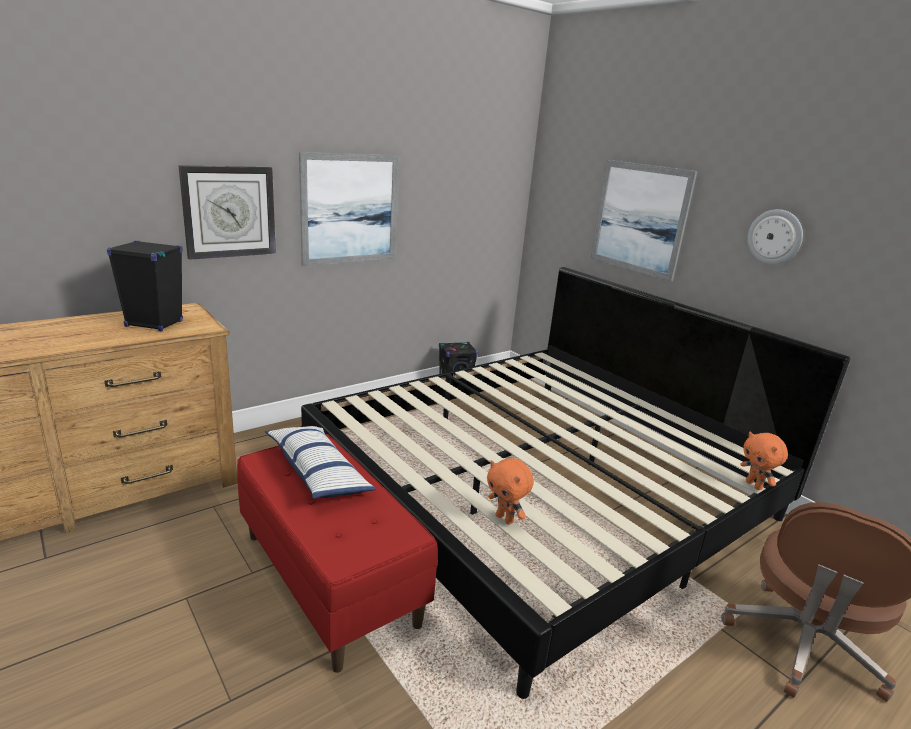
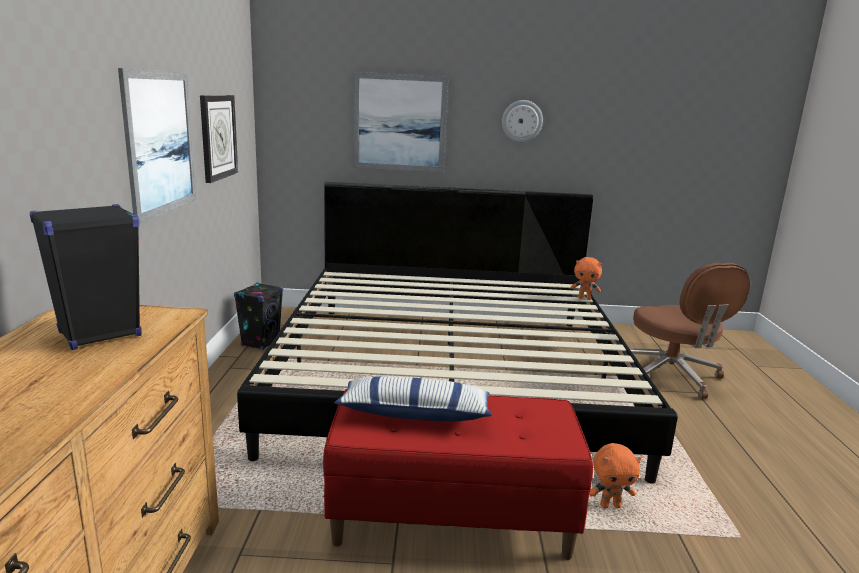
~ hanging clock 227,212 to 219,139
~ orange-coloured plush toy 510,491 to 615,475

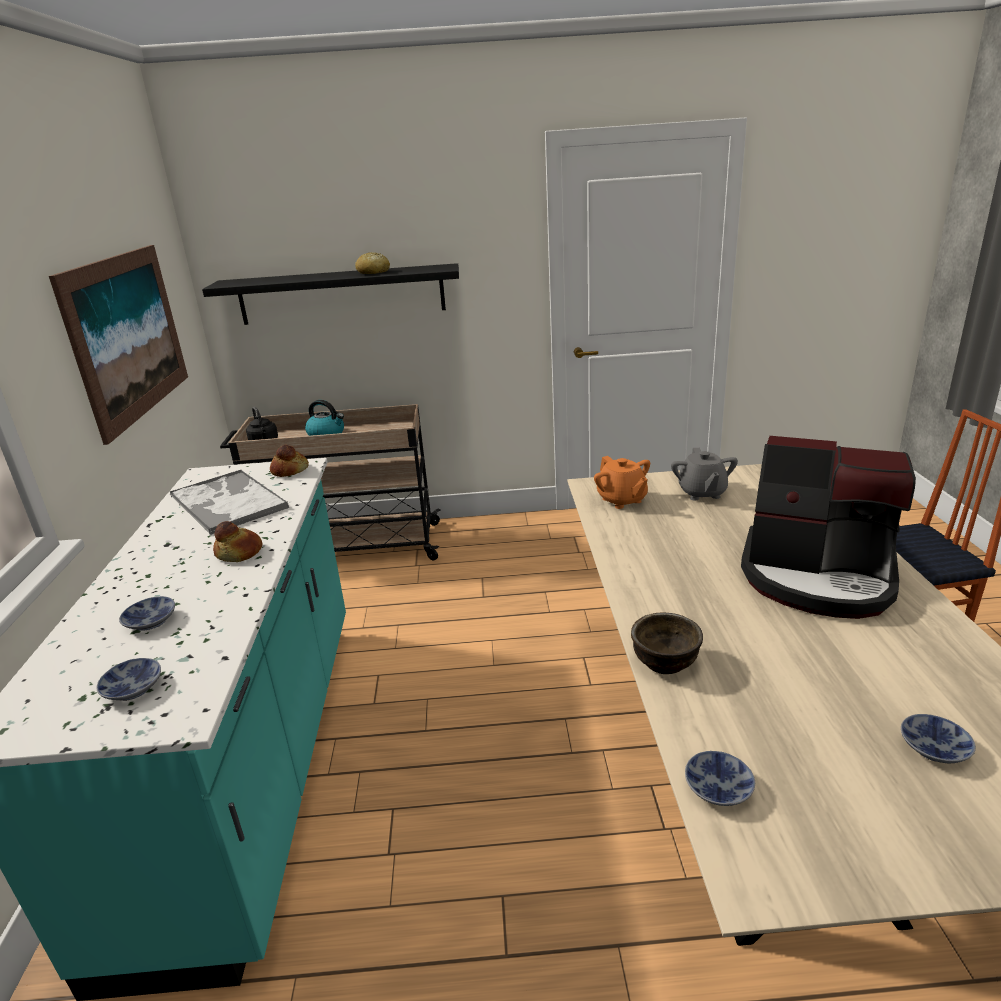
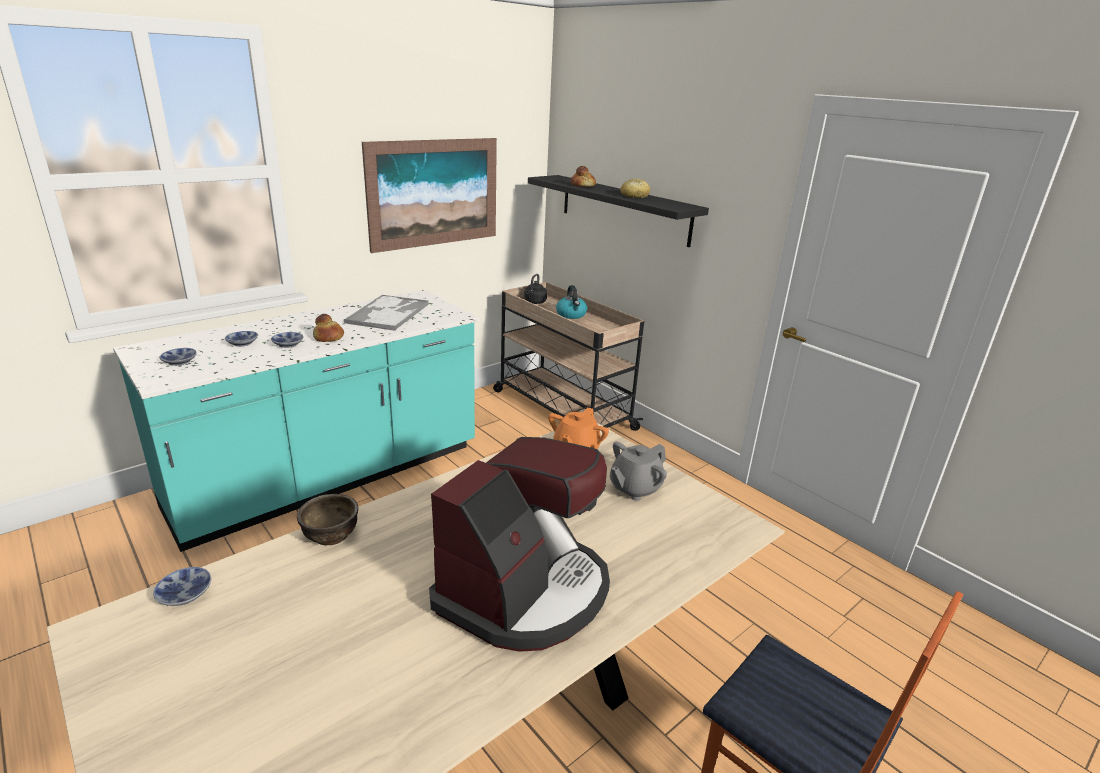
~ baked bread 289,461 to 583,176
~ coffee machine 828,527 = 519,544 135 degrees counterclockwise
~ deep dish 938,738 to 287,340

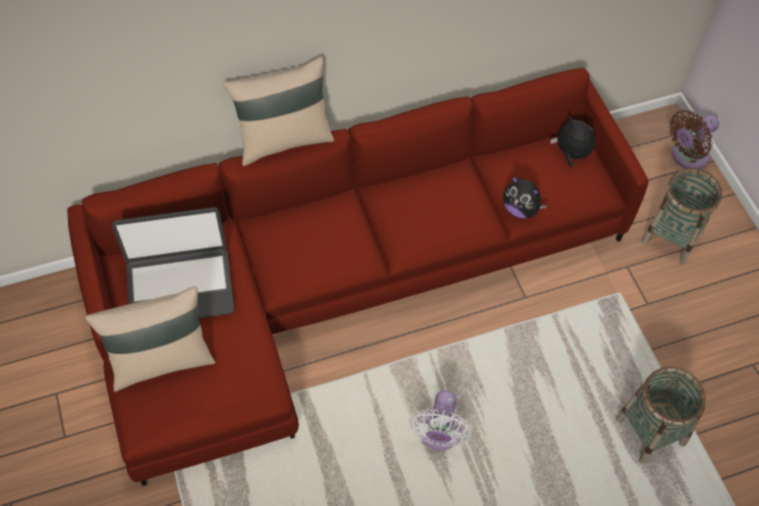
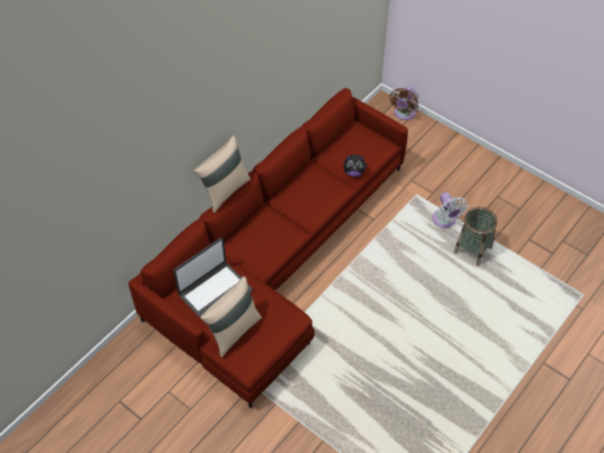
~ whitish cooling fan 440,420 to 450,210
- plush toy 573,141
- basket 682,216

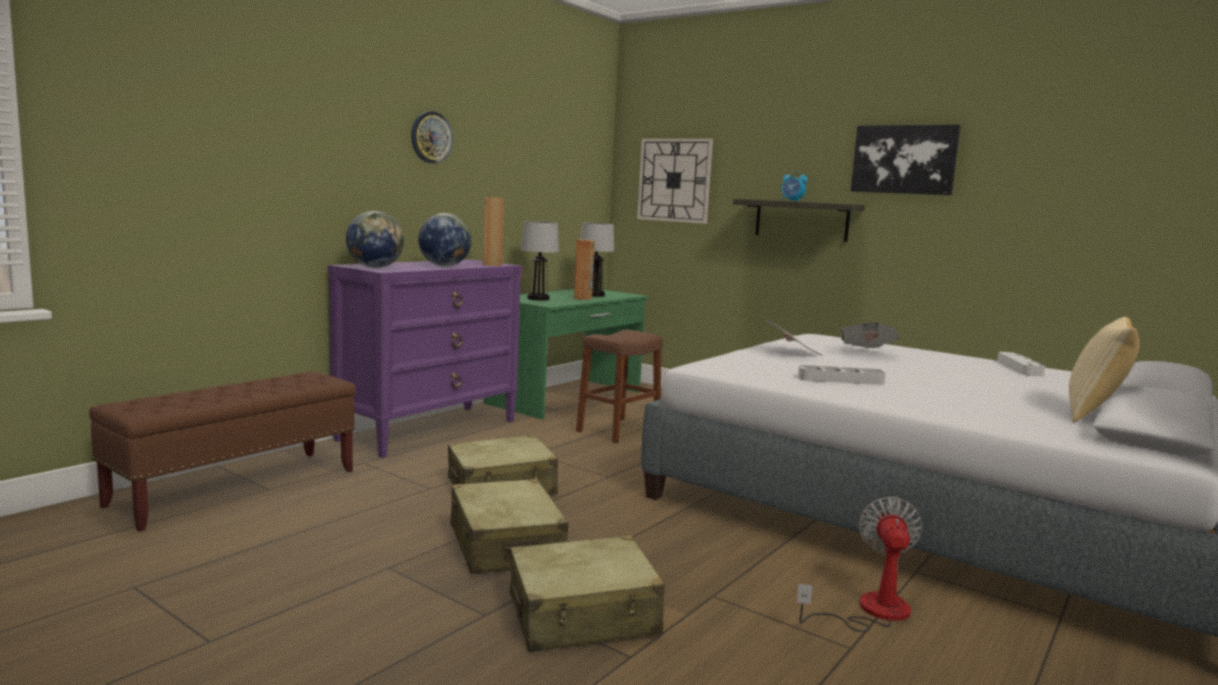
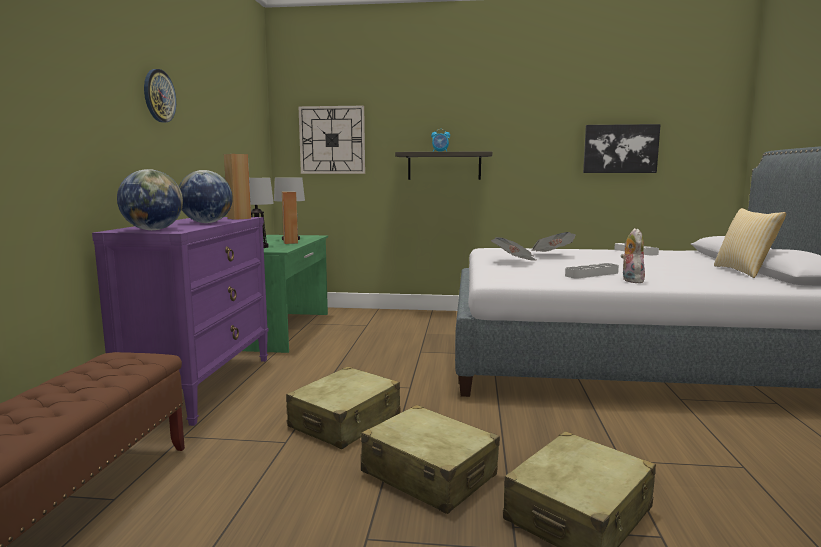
- brownish sitting stool 619,386
- cooling fan 860,564
~ wall picture 906,160 to 622,148
+ plush toy 633,255

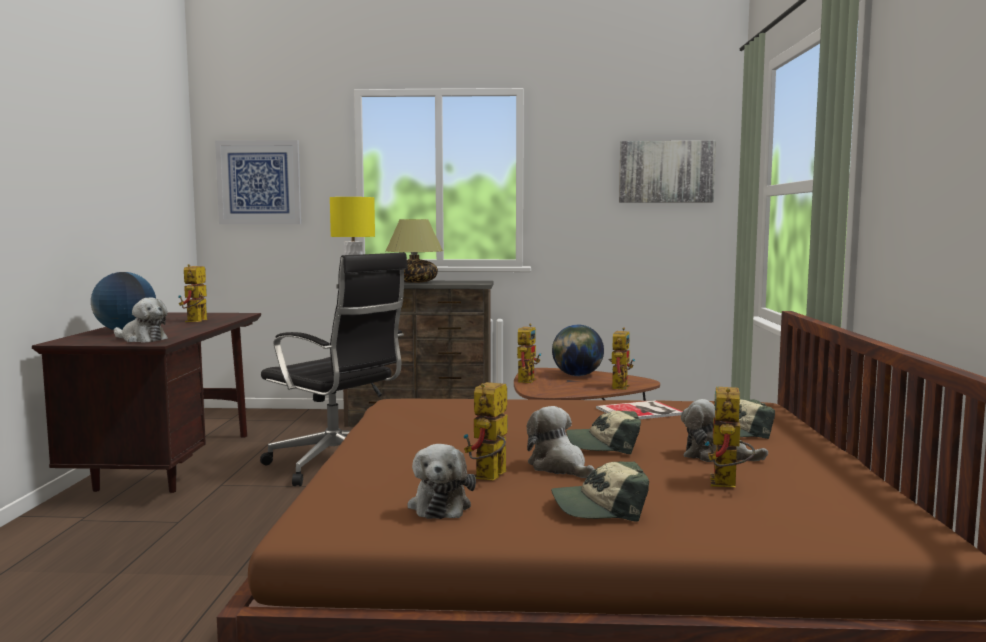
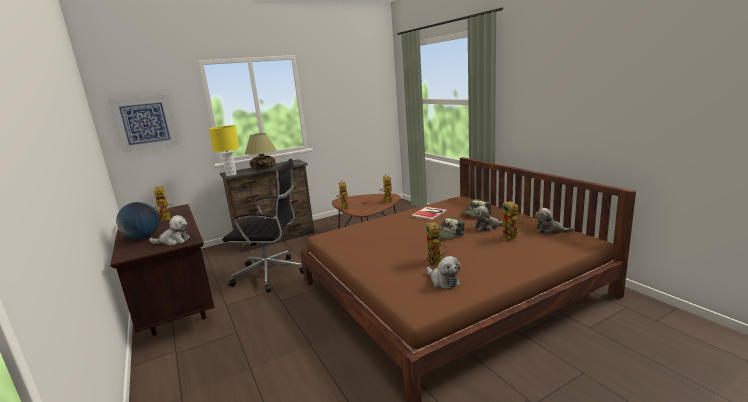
~ plush toy 560,442 to 554,221
- cap 600,491
- desk globe 578,350
- wall picture 667,172

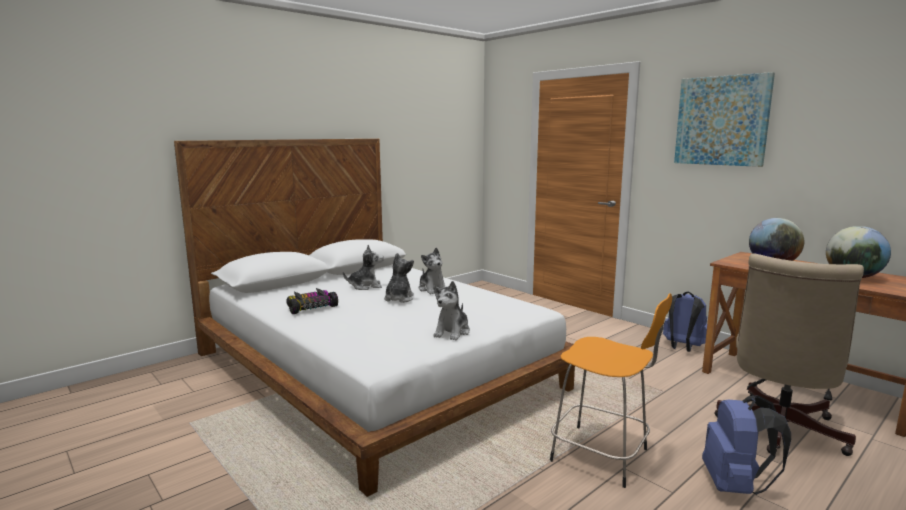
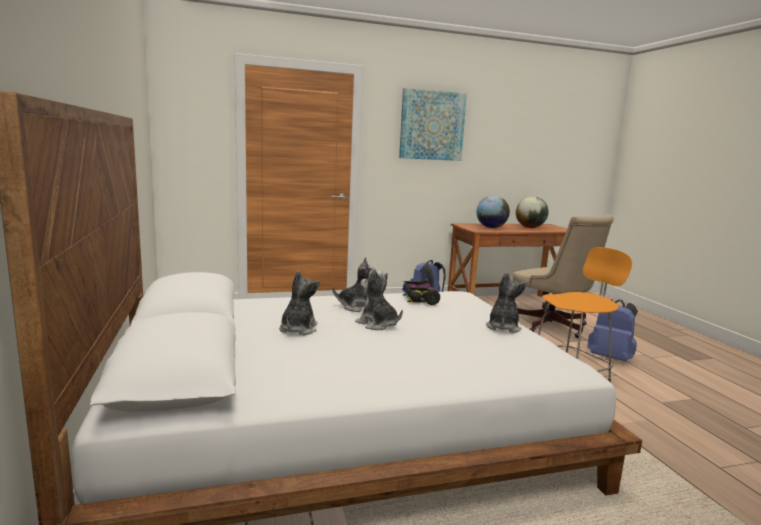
~ toy car 312,301 to 421,292
~ plush toy 451,310 = 506,302 120 degrees counterclockwise

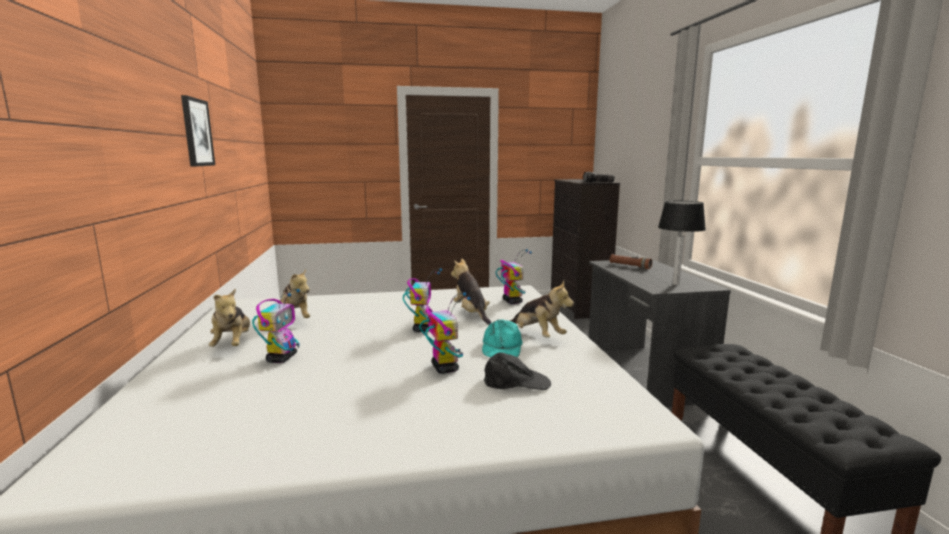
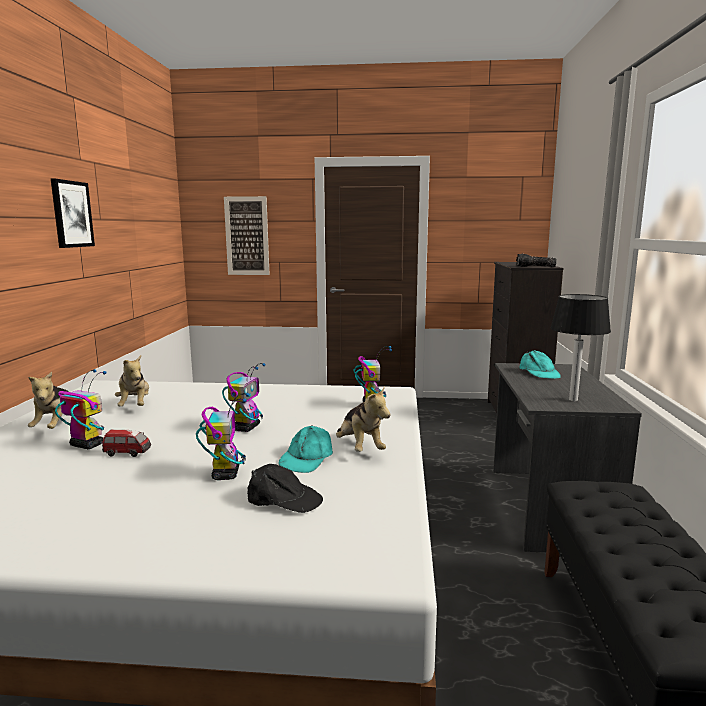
~ model robot 276,326 = 80,409 90 degrees counterclockwise
- plush toy 471,291
~ brownish hand torch 631,261 to blue-green cap 540,364
+ toy car 126,443
+ wall picture 247,235

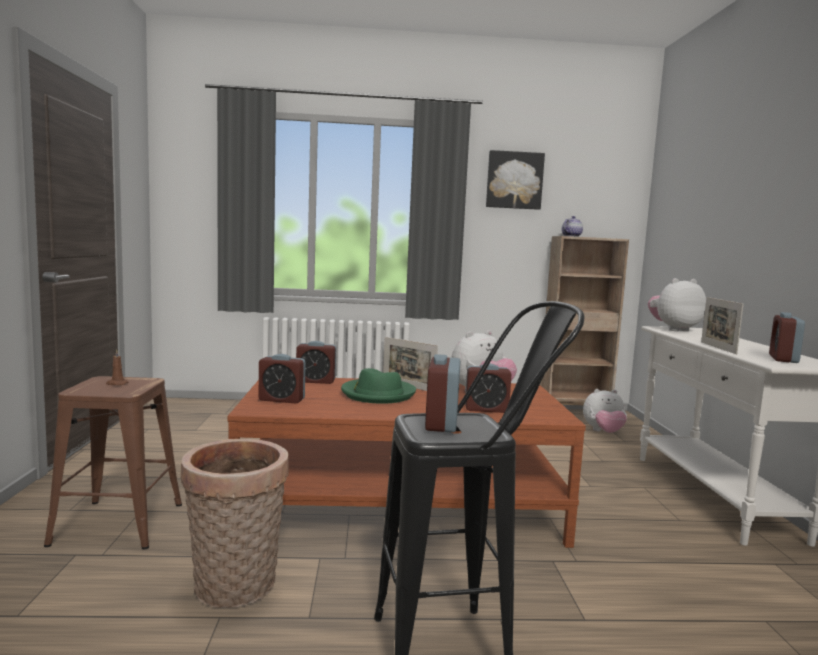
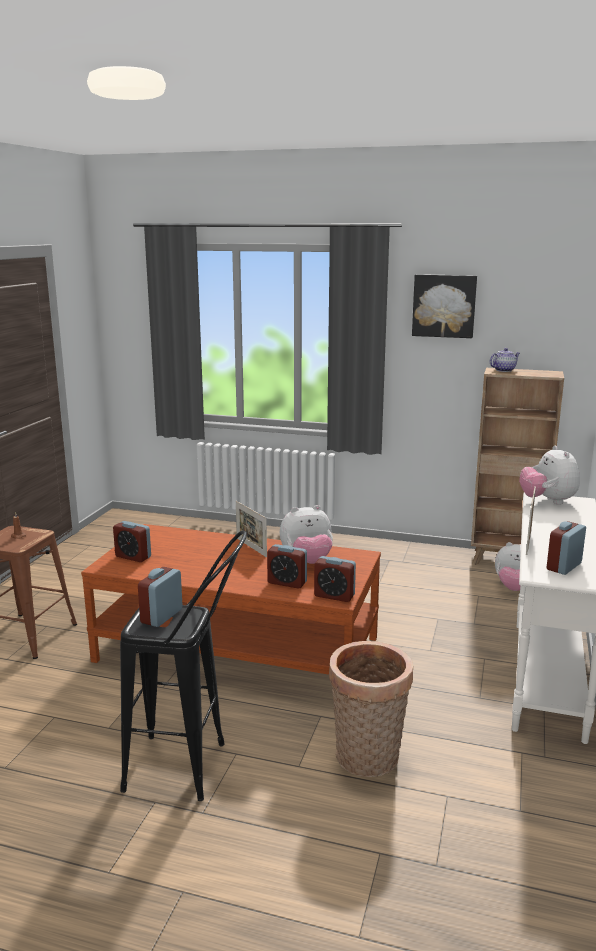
~ basket 235,523 to 371,709
~ table clock 316,362 to 335,579
- green clothing hat 378,386
~ plush toy 677,304 = 549,475 105 degrees counterclockwise

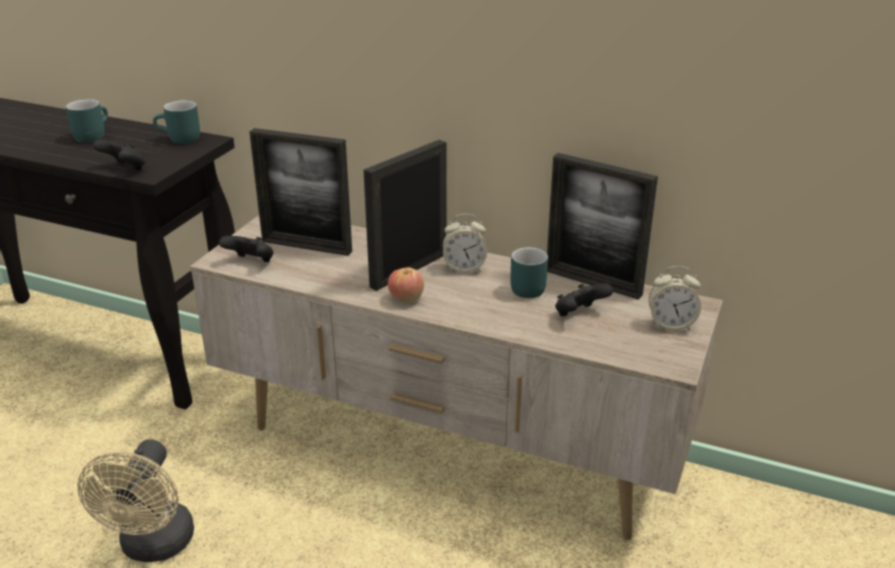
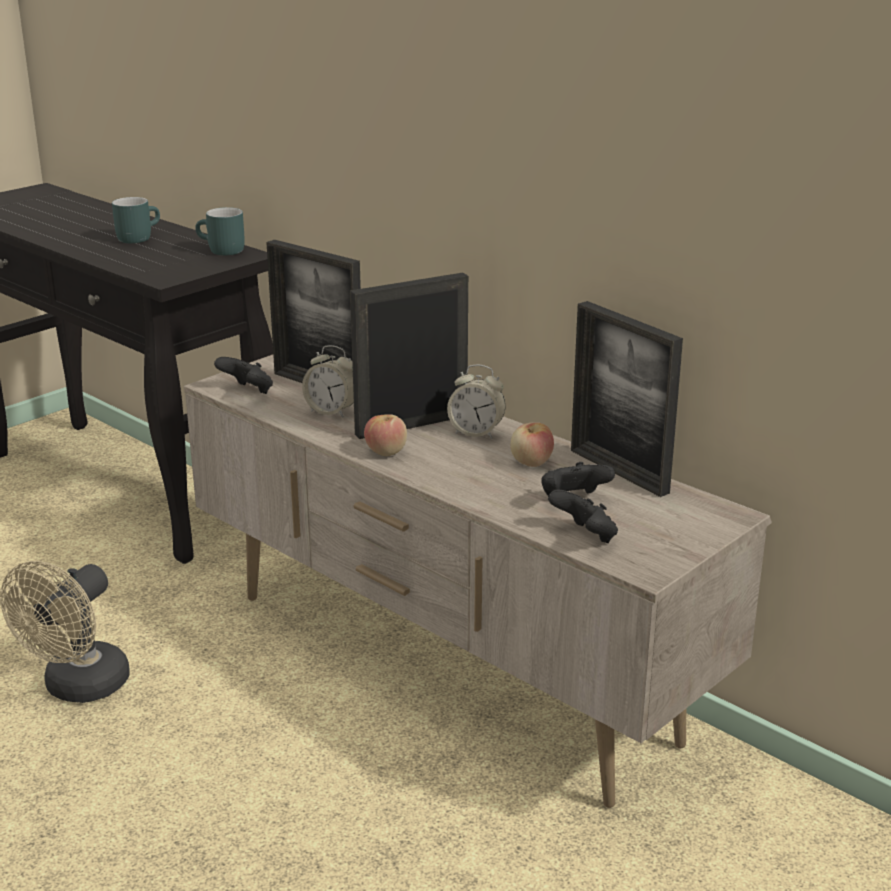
~ black gamepad 119,155 to 583,516
~ blue-green coffee mug 529,272 to apple 532,445
~ table clock 675,298 to 328,381

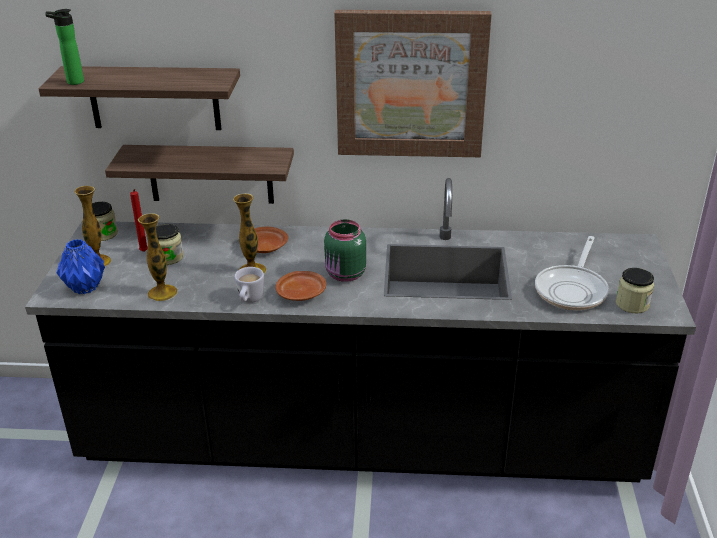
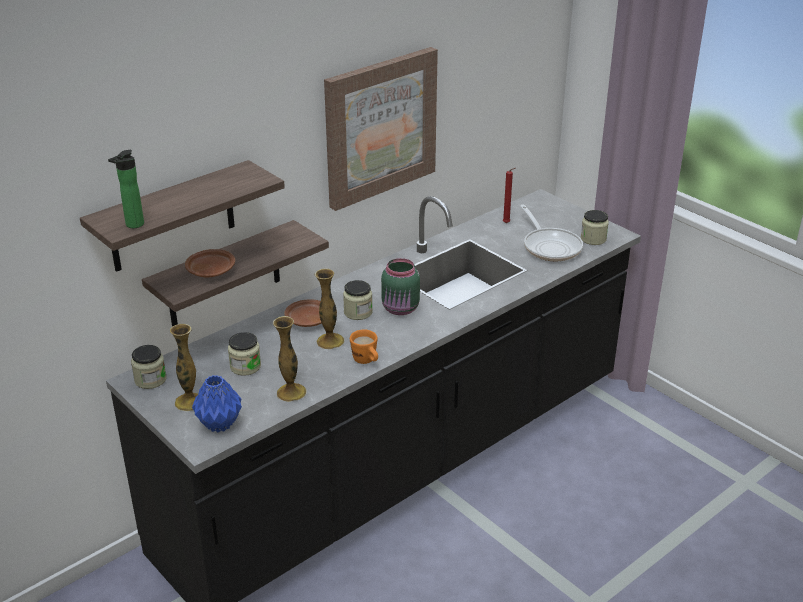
~ red-coloured candle 139,220 to 509,195
~ whitish coffee mug 249,285 to orange-coloured coffee mug 364,346
~ brownish dinner plate 300,286 to 210,263
+ storage jar 358,300

